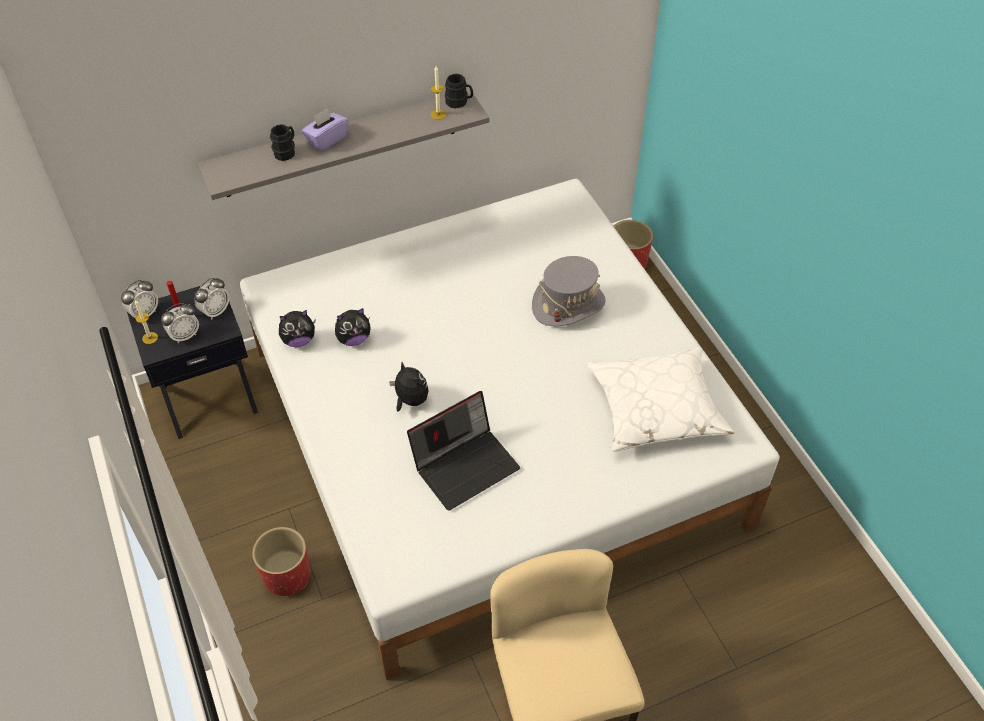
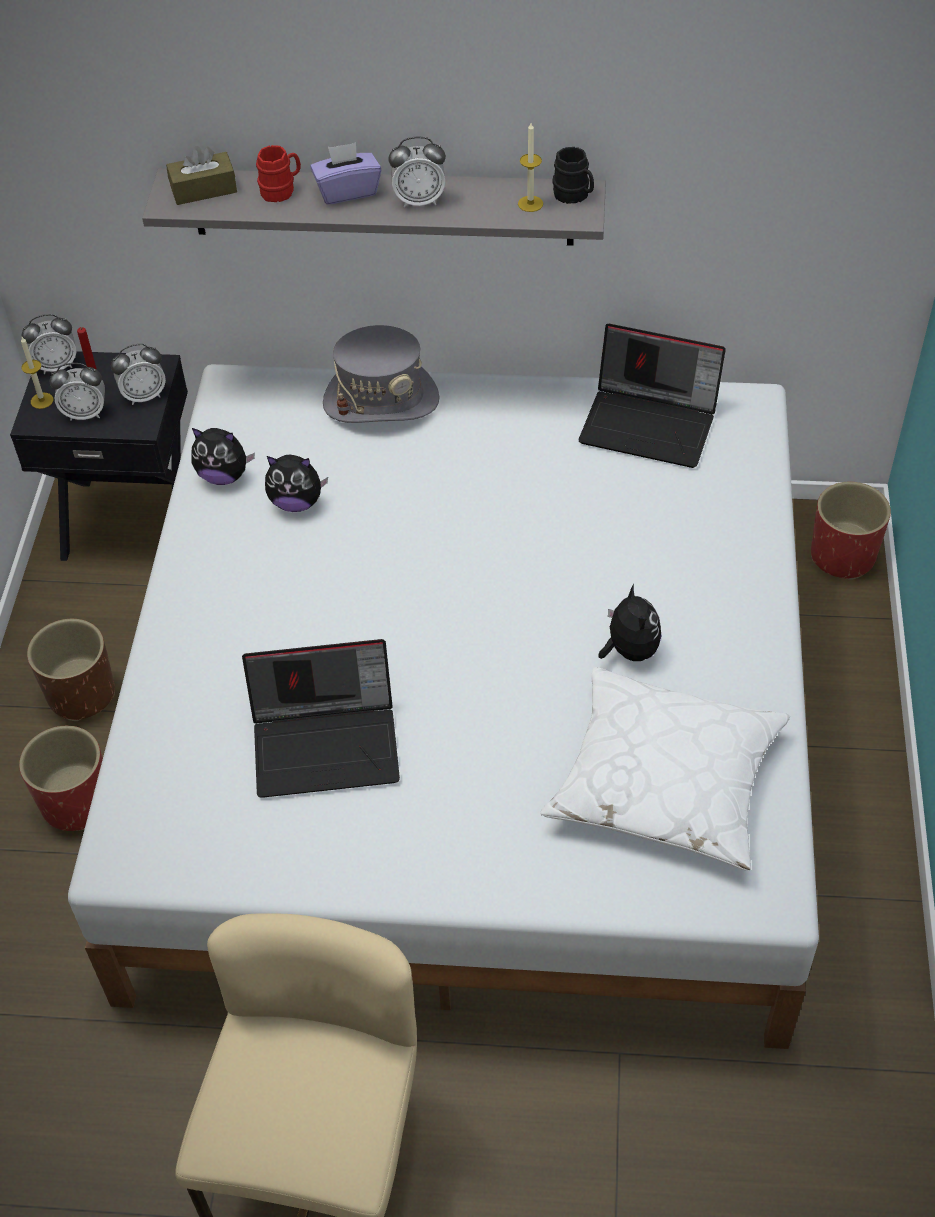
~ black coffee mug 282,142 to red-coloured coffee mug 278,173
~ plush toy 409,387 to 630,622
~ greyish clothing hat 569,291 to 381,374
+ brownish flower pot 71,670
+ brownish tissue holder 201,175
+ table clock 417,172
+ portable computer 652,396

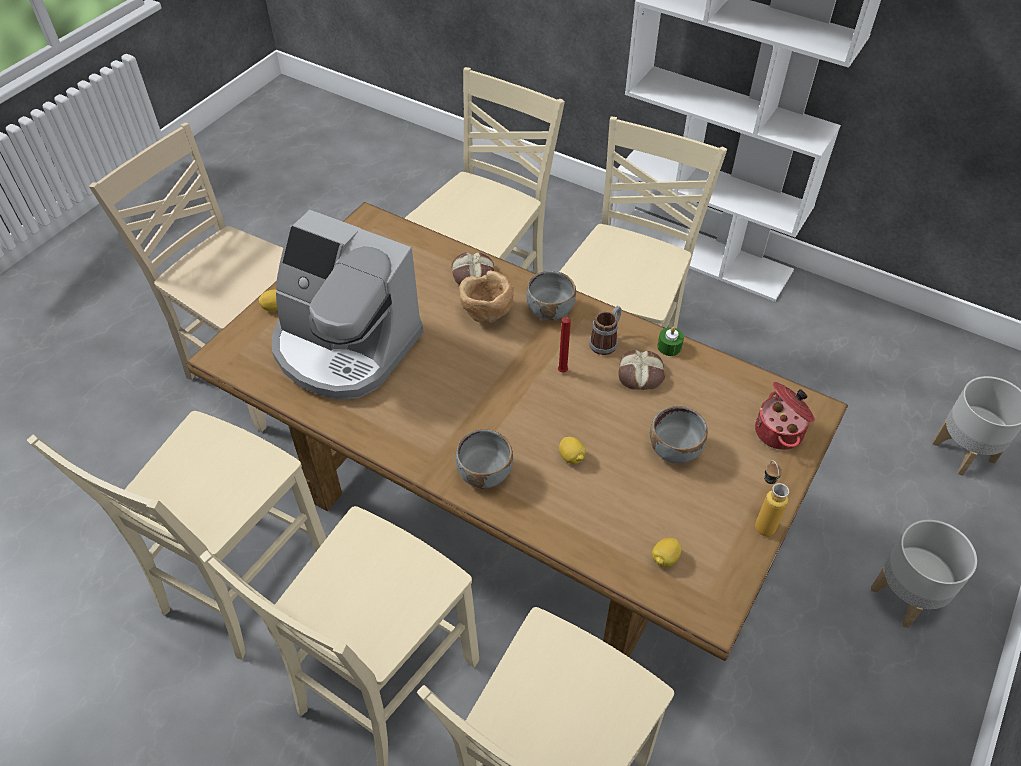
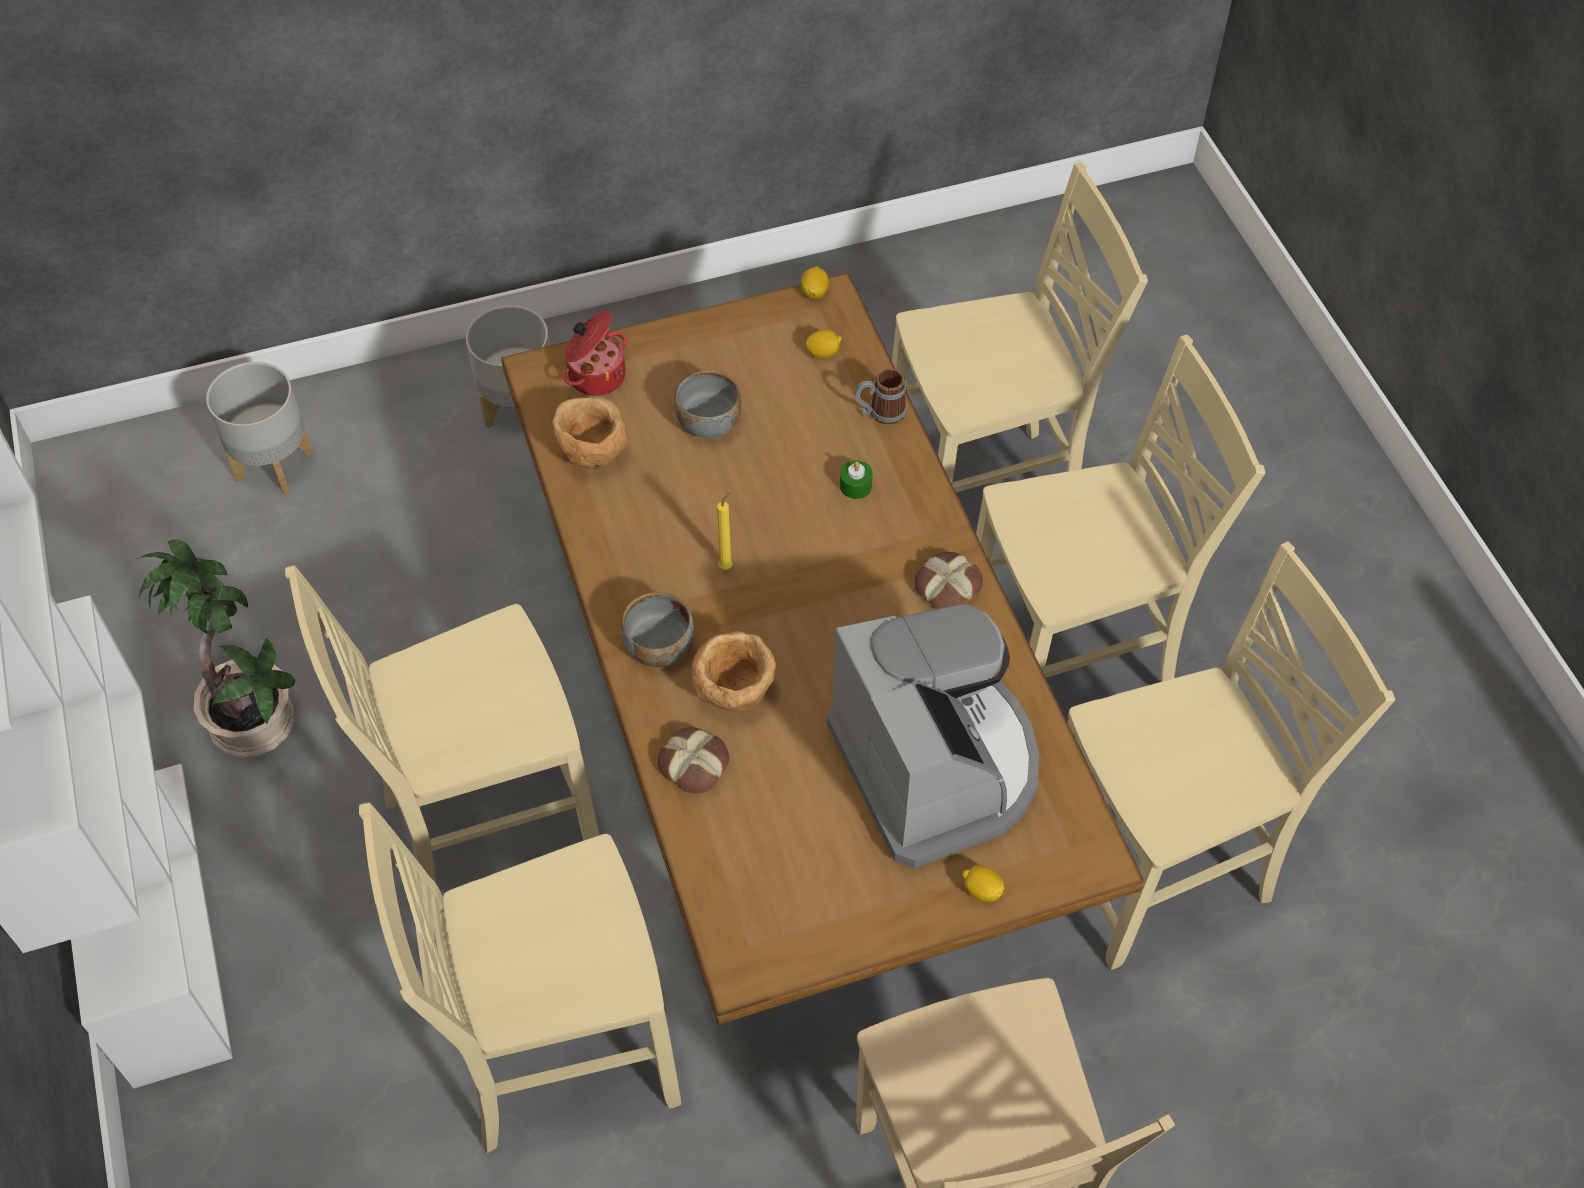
- greyish deep dish 484,459
~ red-coloured candle 564,345 to yellowish candle 725,531
~ whole lemon 572,450 to 815,282
~ coffee mug 605,330 to 881,396
~ baked bread 641,370 to 948,580
~ green candle 670,341 to 856,479
- drink bottle 772,498
+ houseplant 211,649
+ brownish deep dish 590,433

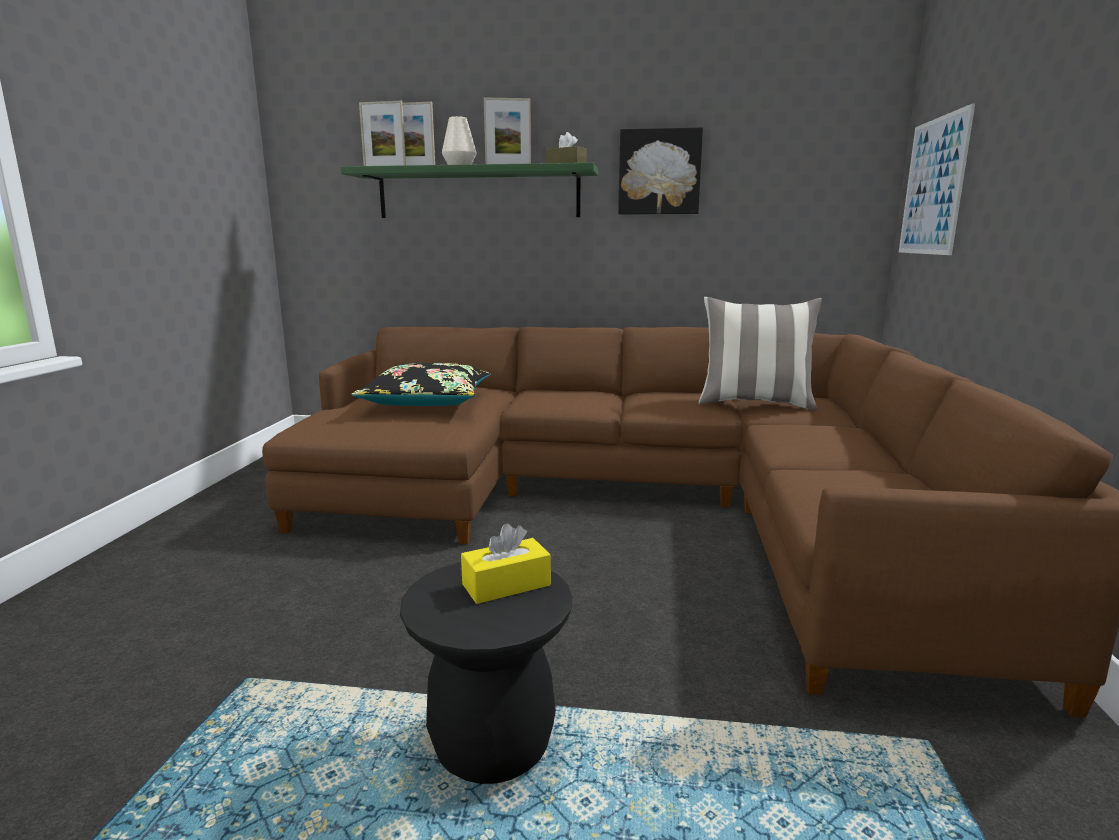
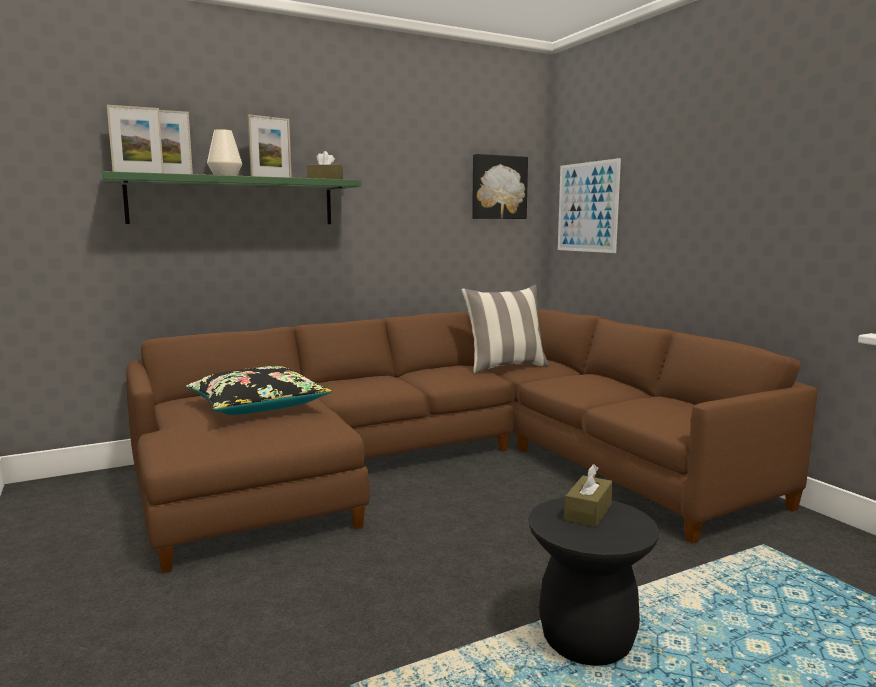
~ yellowish tissue holder 506,563 to brownish tissue holder 588,495
~ wall picture 660,170 to 500,186

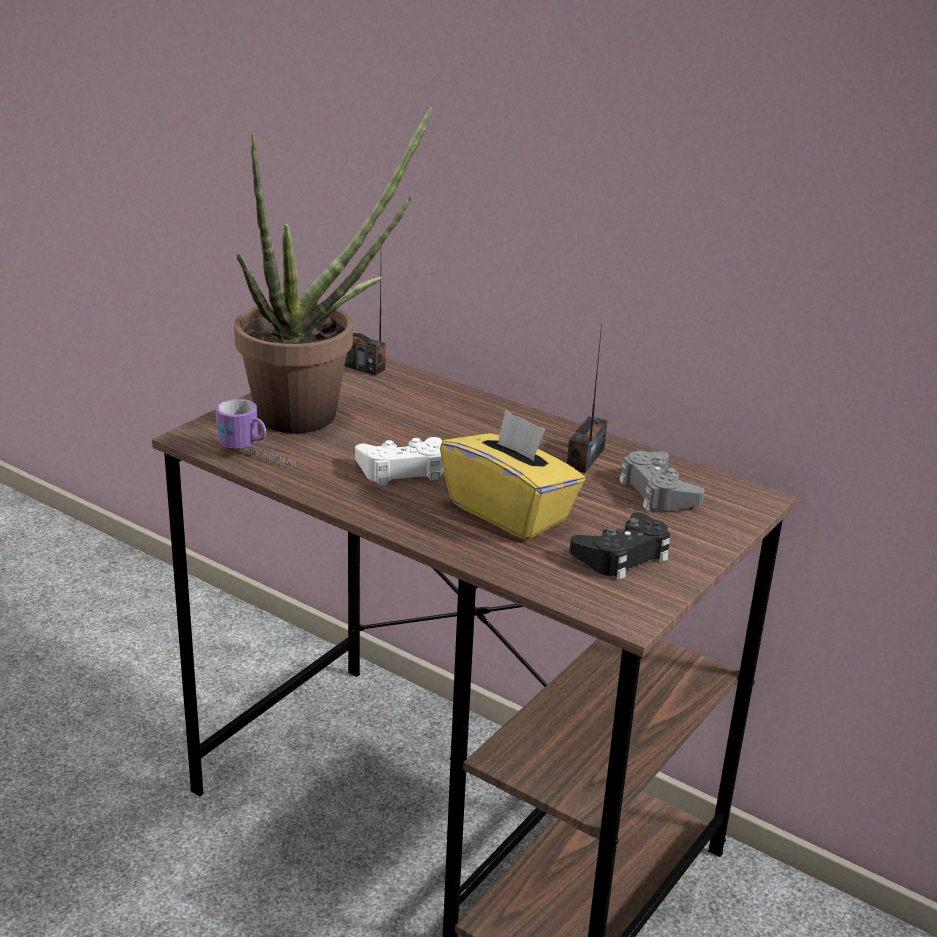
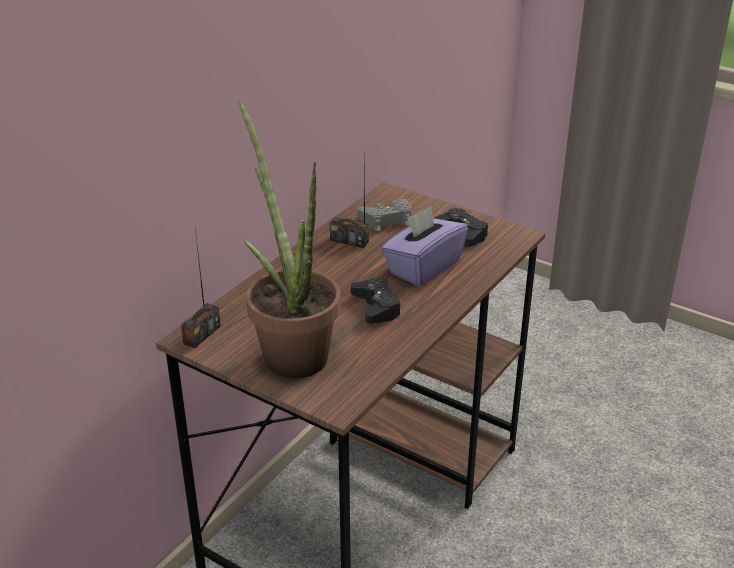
- coffee mug 256,433
~ whitish gamepad 399,461 to black gamepad 376,300
~ yellowish tissue holder 512,474 to purple-coloured tissue holder 424,245

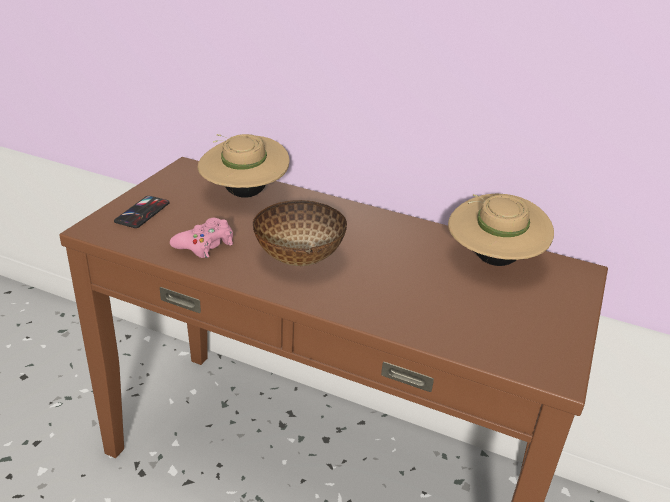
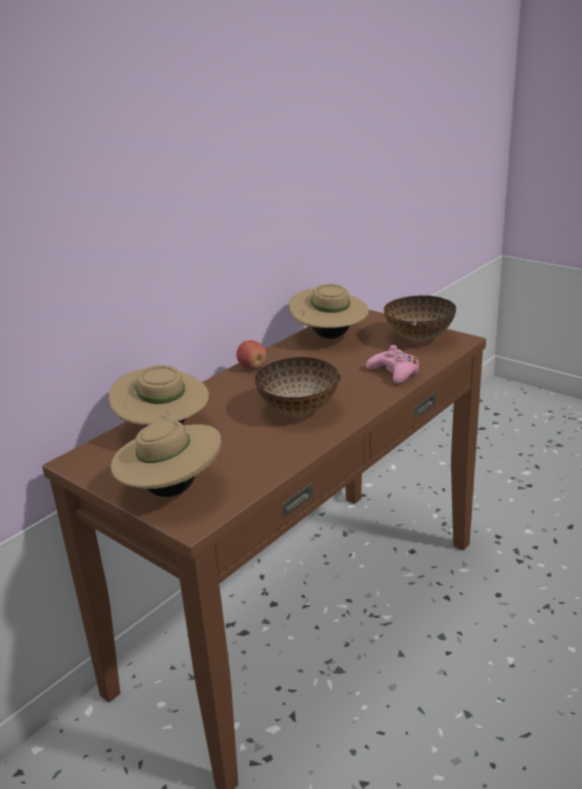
~ handset 142,212 to sand-coloured clothing hat 166,453
~ pinkish gamepad 201,238 to 392,364
+ apple 251,354
+ deep dish 420,318

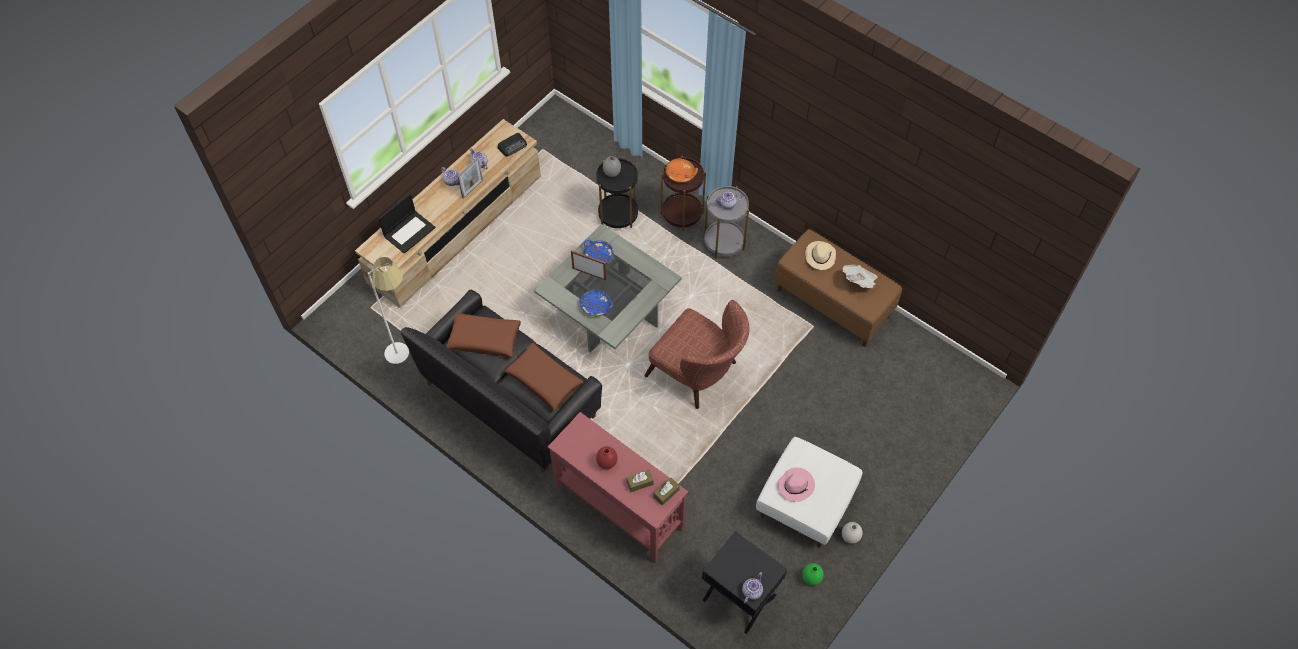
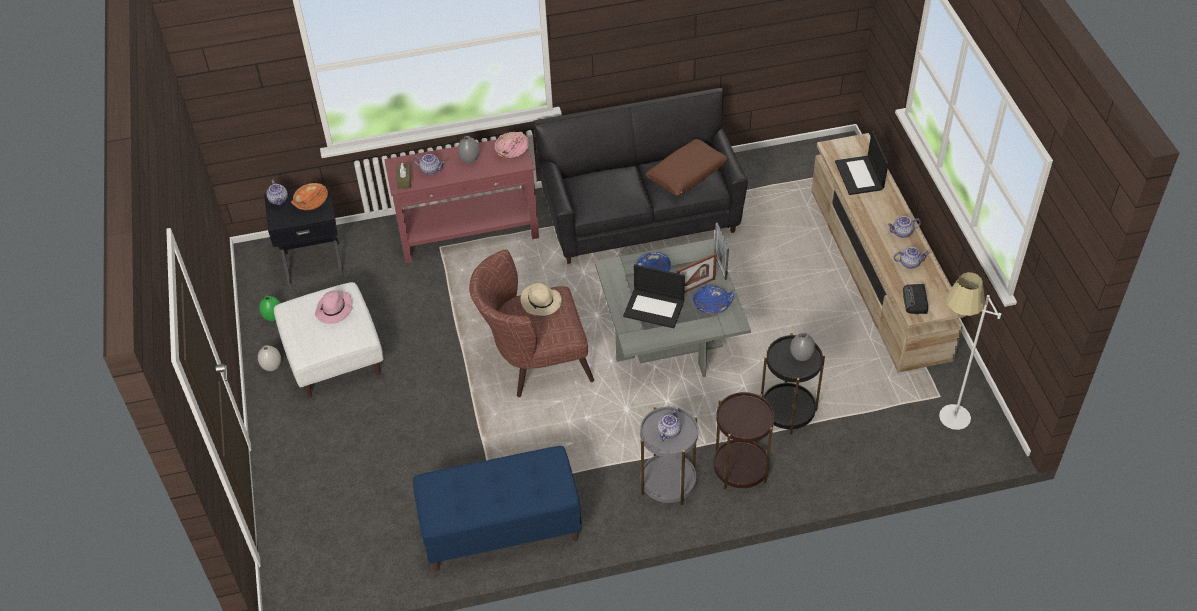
~ whitish standing lamp 388,310 to 970,351
~ picture frame 470,178 to 721,251
- brownish pillow 544,377
~ red-coloured vase 607,457 to greyish vase 469,149
~ brownish tissue holder 640,481 to teapot 429,164
~ orange-coloured deep dish 681,171 to 309,196
~ brownish indoor bench 838,288 to bluish indoor bench 497,508
~ sand-coloured clothing hat 820,255 to 541,299
- daily paper 860,276
+ pinkish deep dish 512,145
+ portable computer 654,296

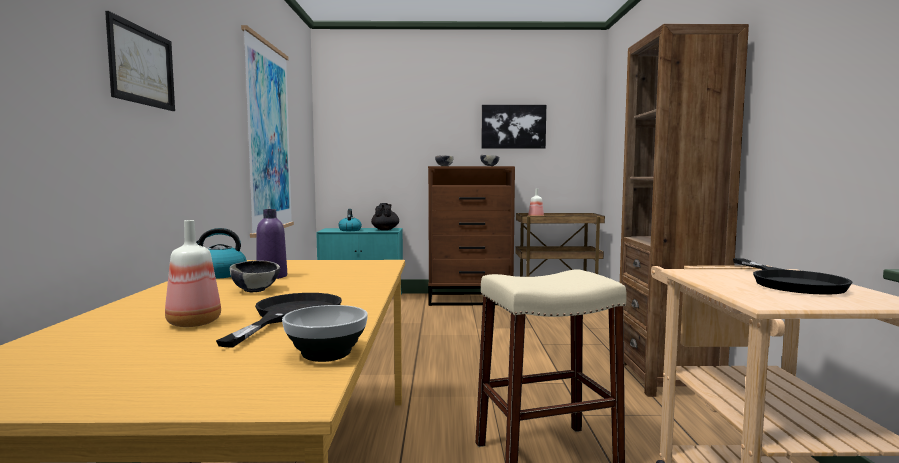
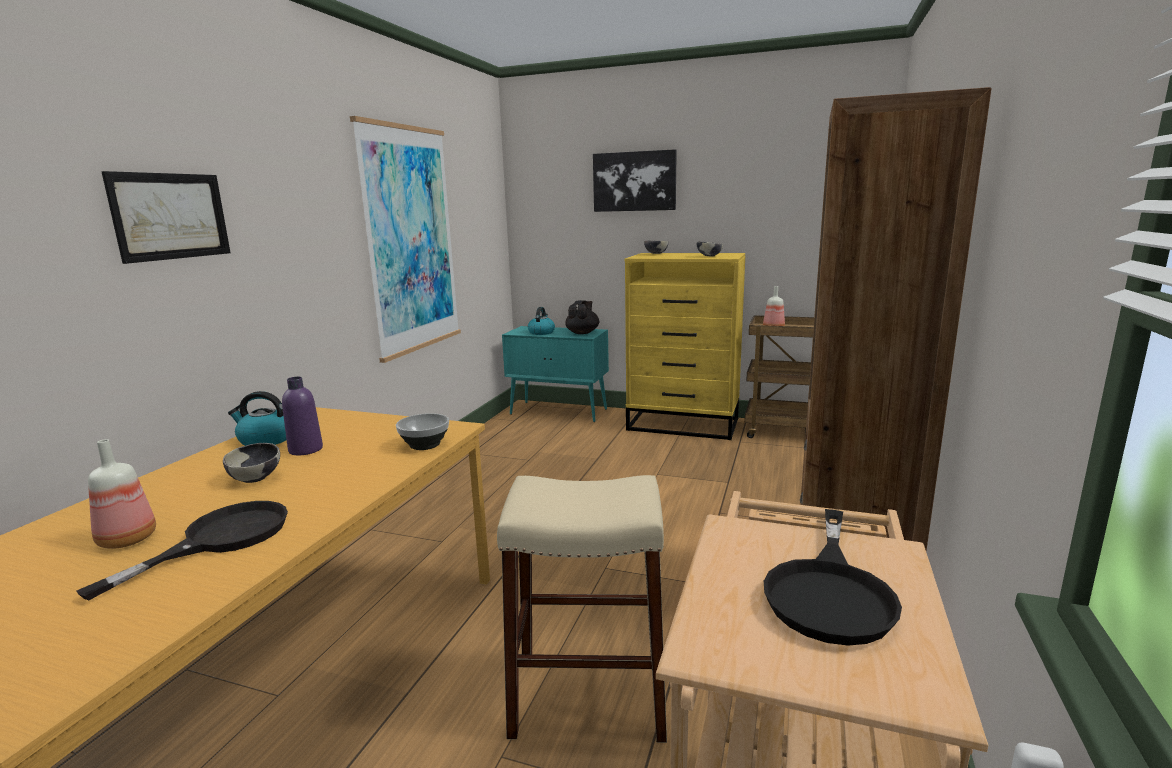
~ deep dish 325,333 to 422,431
~ brownish drawer chest 471,236 to yellowish drawer chest 685,346
~ wall picture 514,127 to 635,180

